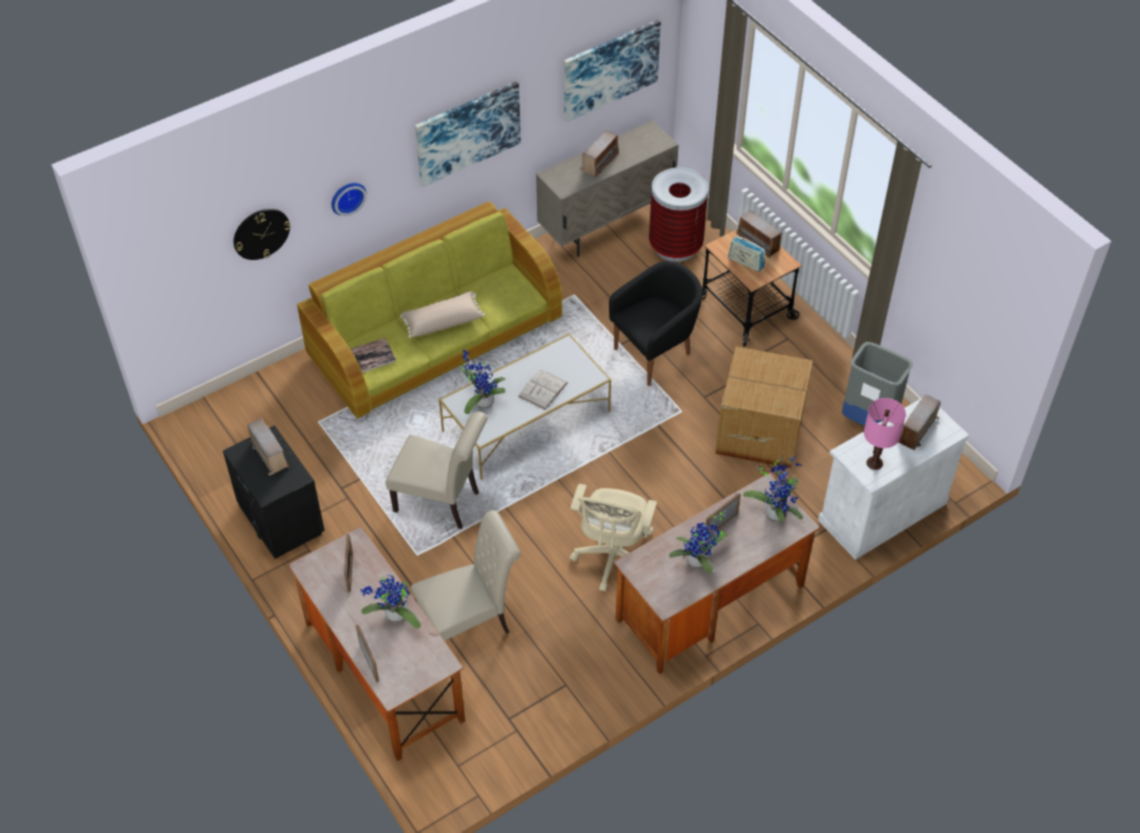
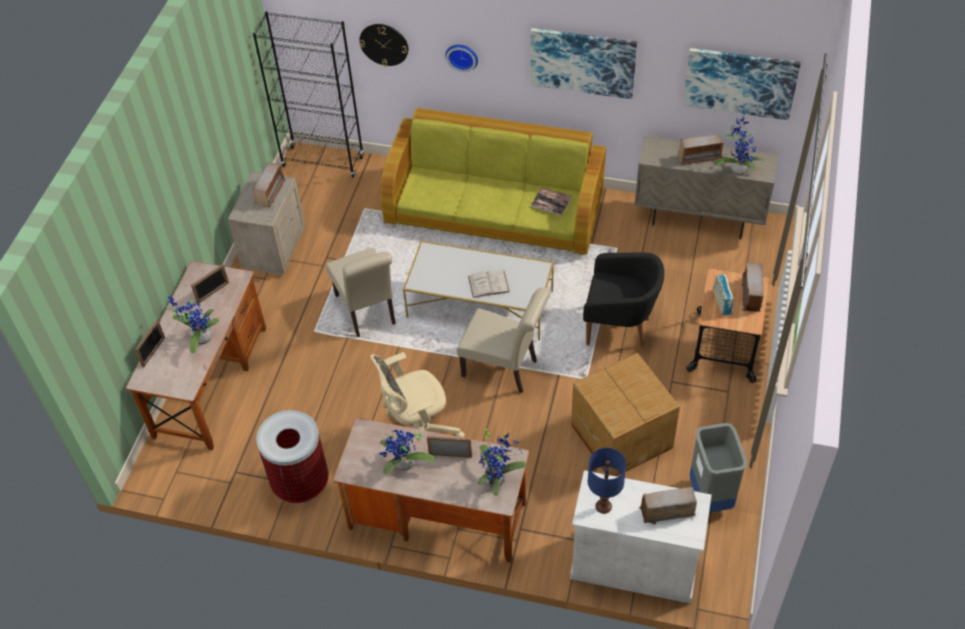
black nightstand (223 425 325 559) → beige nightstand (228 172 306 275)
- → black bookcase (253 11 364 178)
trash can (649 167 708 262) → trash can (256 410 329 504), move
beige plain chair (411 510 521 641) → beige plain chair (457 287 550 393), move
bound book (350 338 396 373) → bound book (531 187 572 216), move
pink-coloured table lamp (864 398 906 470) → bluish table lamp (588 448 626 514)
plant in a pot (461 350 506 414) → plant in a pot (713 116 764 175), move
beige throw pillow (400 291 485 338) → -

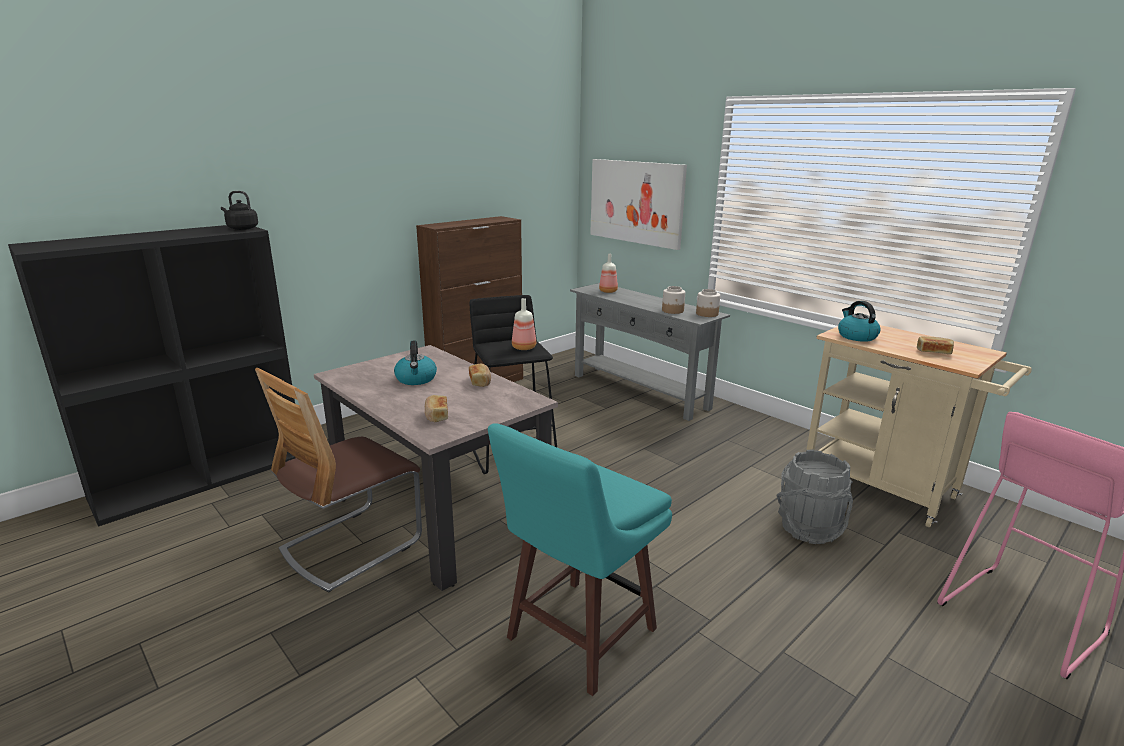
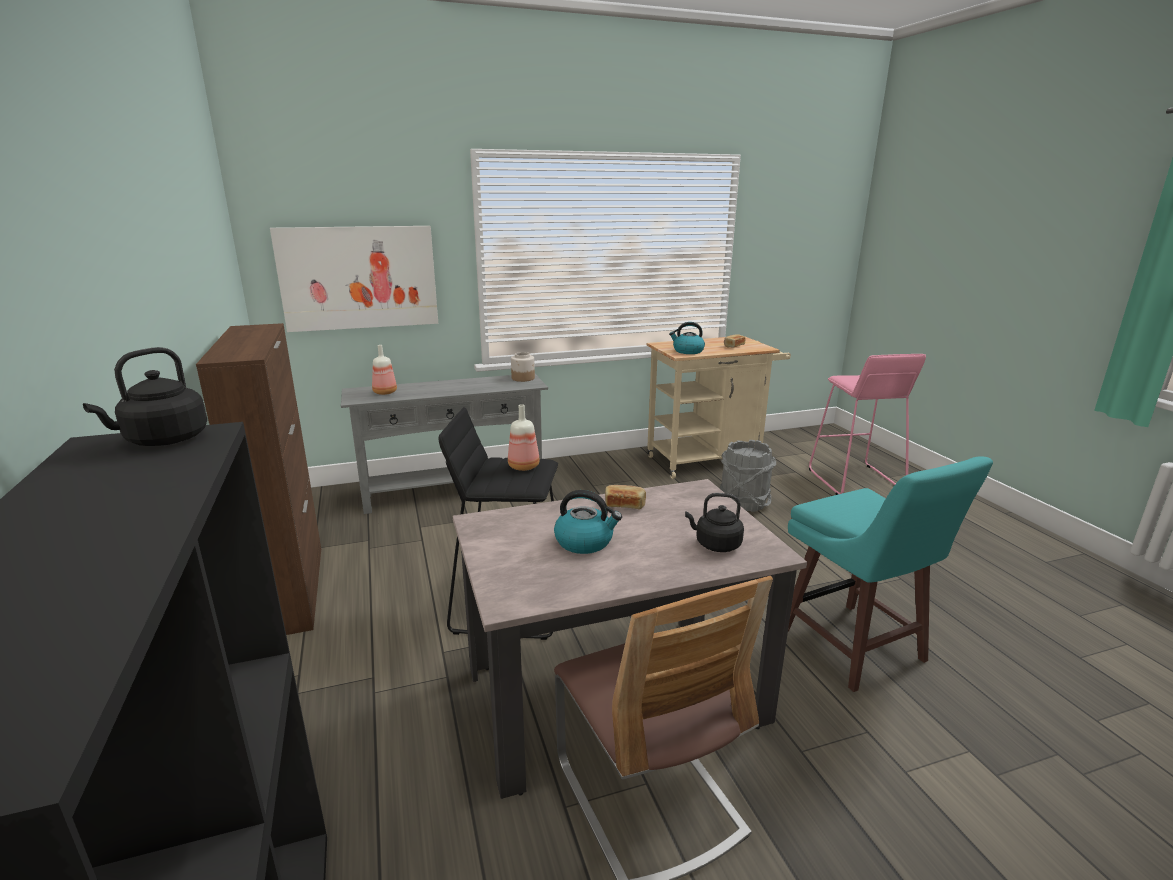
baked bread (425 395 448 422) → black water kettle (685 493 744 552)
jar (662 286 685 314) → -

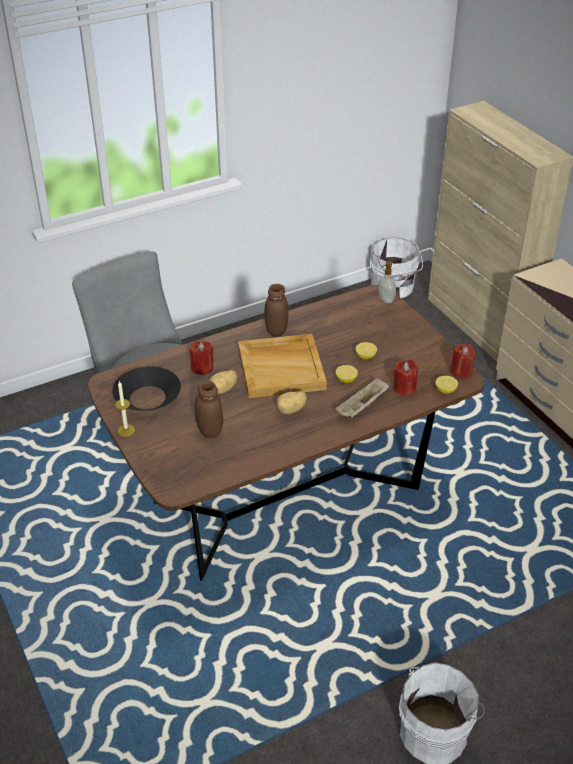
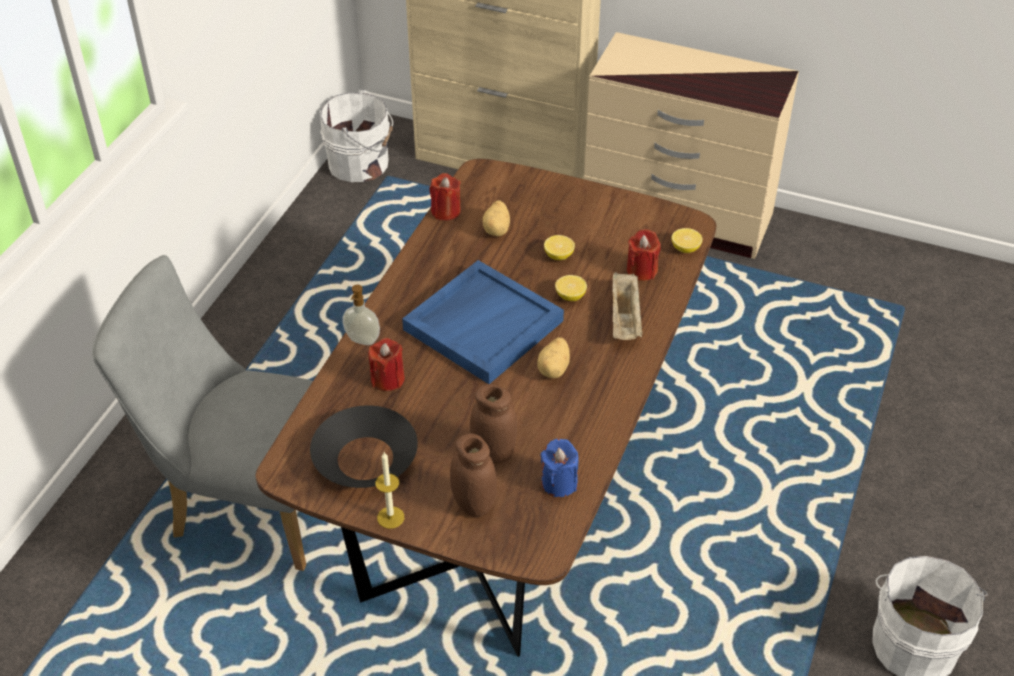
soap bottle (378 261 396 303) → soap bottle (343 285 380 345), move
beige tray (238 334 327 398) → bluish tray (402 260 564 384)
red-coloured wax candle (450 344 476 378) → red-coloured wax candle (429 173 461 221), move
brown-coloured jar (265 284 288 336) → brown-coloured jar (450 433 497 517), move
potato (209 370 237 394) → potato (483 200 510 236), move
- → bluish wax candle (541 439 578 497)

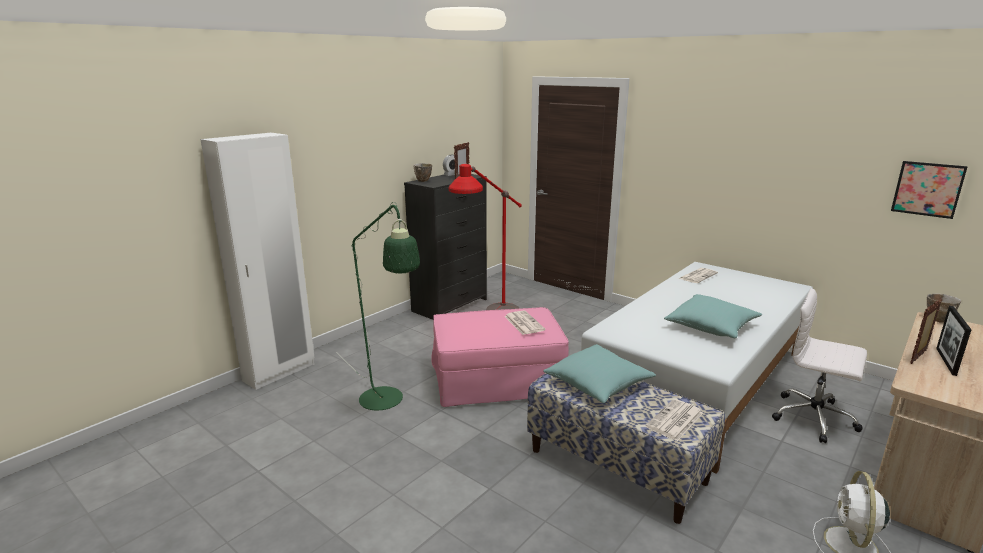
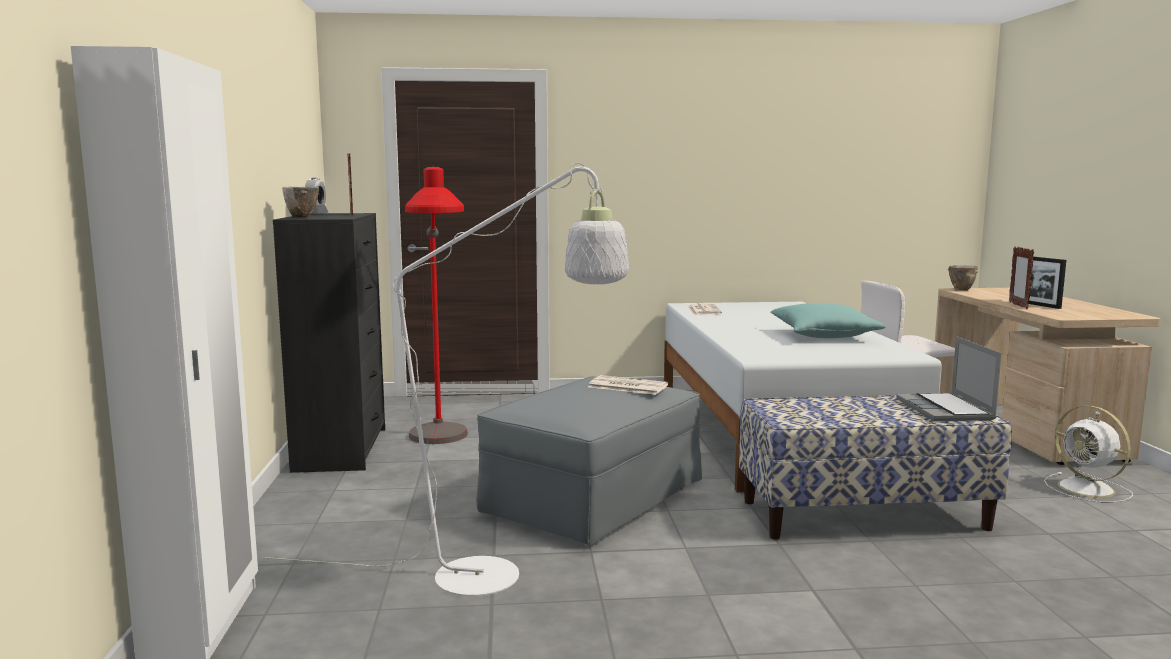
green standing lamp (336 202 420 410) → white standing lamp (264 163 629 596)
pink-coloured footrest (432 307 569 407) → greyish footrest (476 376 702 545)
printed paper (646 399 703 441) → laptop (896 336 1002 421)
turquoise-coloured throw pillow (543 344 656 403) → -
wall picture (891 161 968 219) → -

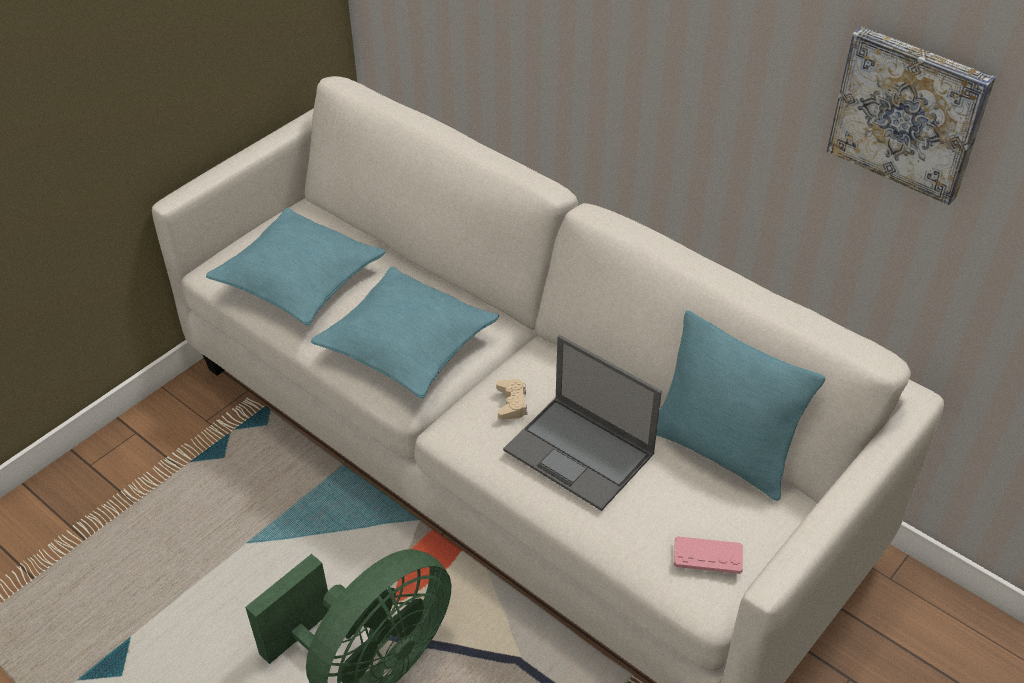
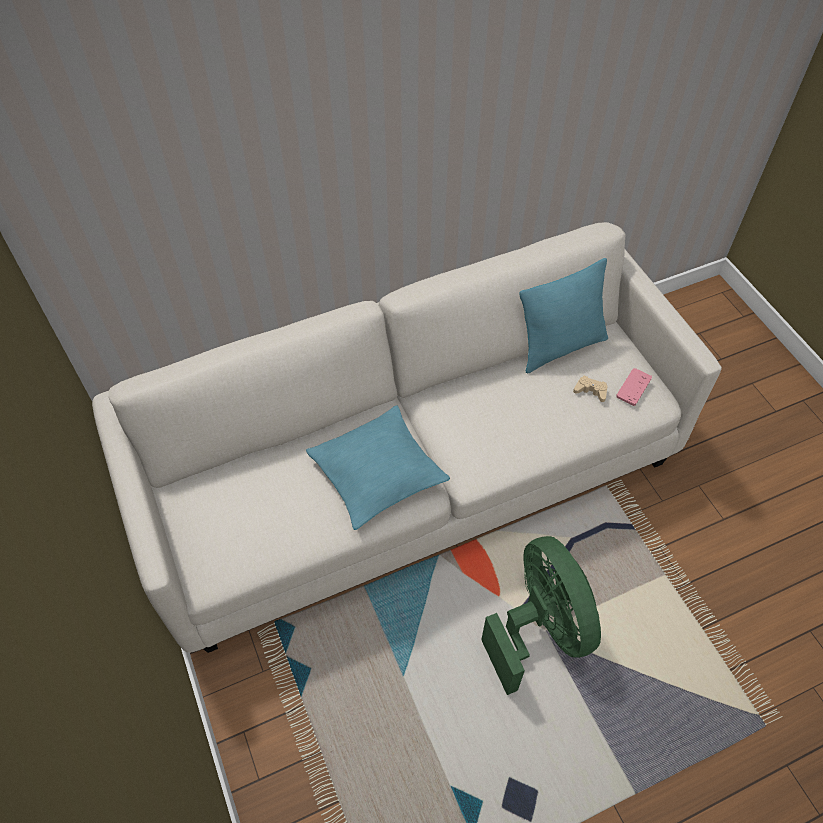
beige game controller (497 379 527 419) → beige game controller (573 376 608 402), move
turquoise-coloured throw pillow (206 208 386 326) → -
laptop (503 335 662 511) → -
wall picture (827 26 996 205) → -

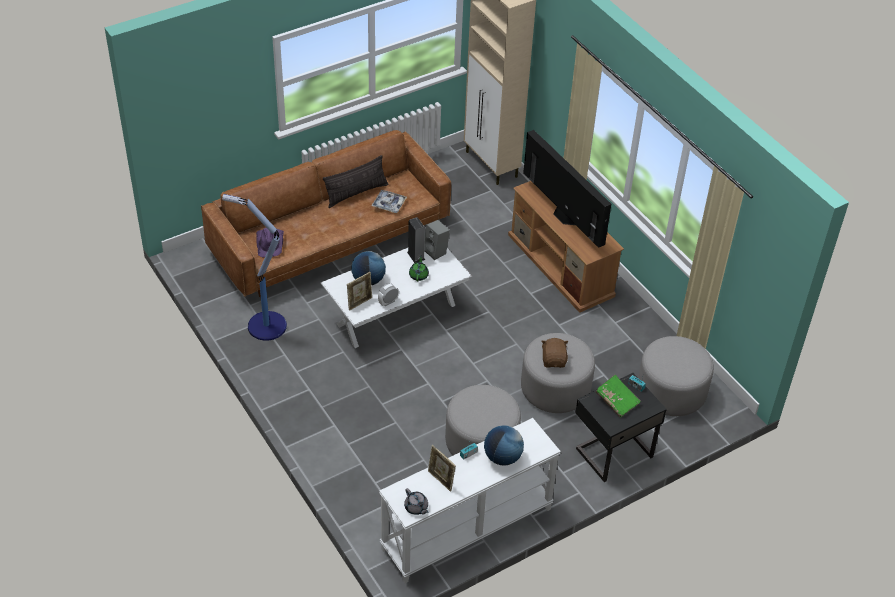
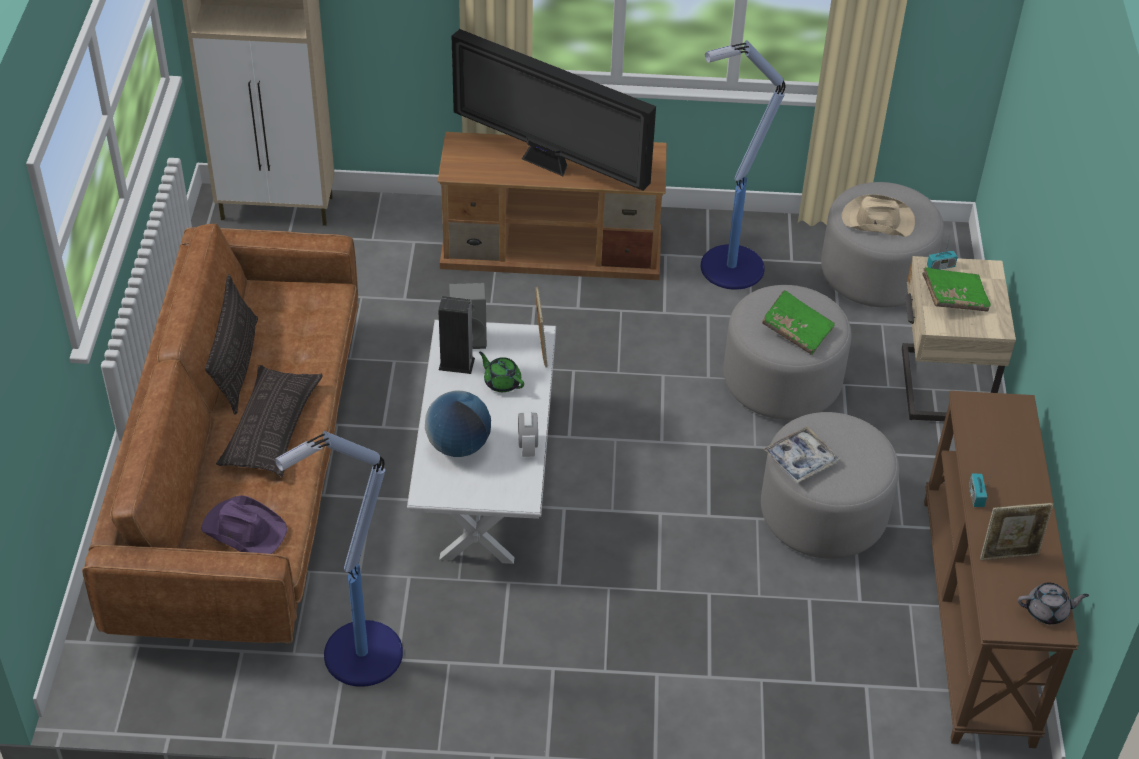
- → throw pillow (216 365 323 477)
TV (523 130 611 248) → TV (452 29 656 191), 150 degrees counterclockwise
standing frame (347 272 372 311) → standing frame (535 286 548 368), move
- → standing lamp (700 40 785 290)
brown-coloured plush toy (541 338 569 368) → green bound book (762 290 835 355)
tray (371 190 407 213) → tray (763 426 840 483), move
- → beige wearable hat (842 194 915 237)
black nightstand (576 373 667 482) → beige nightstand (902 256 1016 421)
white console table (379 418 561 583) → brown-coloured console table (924 391 1079 748)
desk globe (484 425 524 466) → -

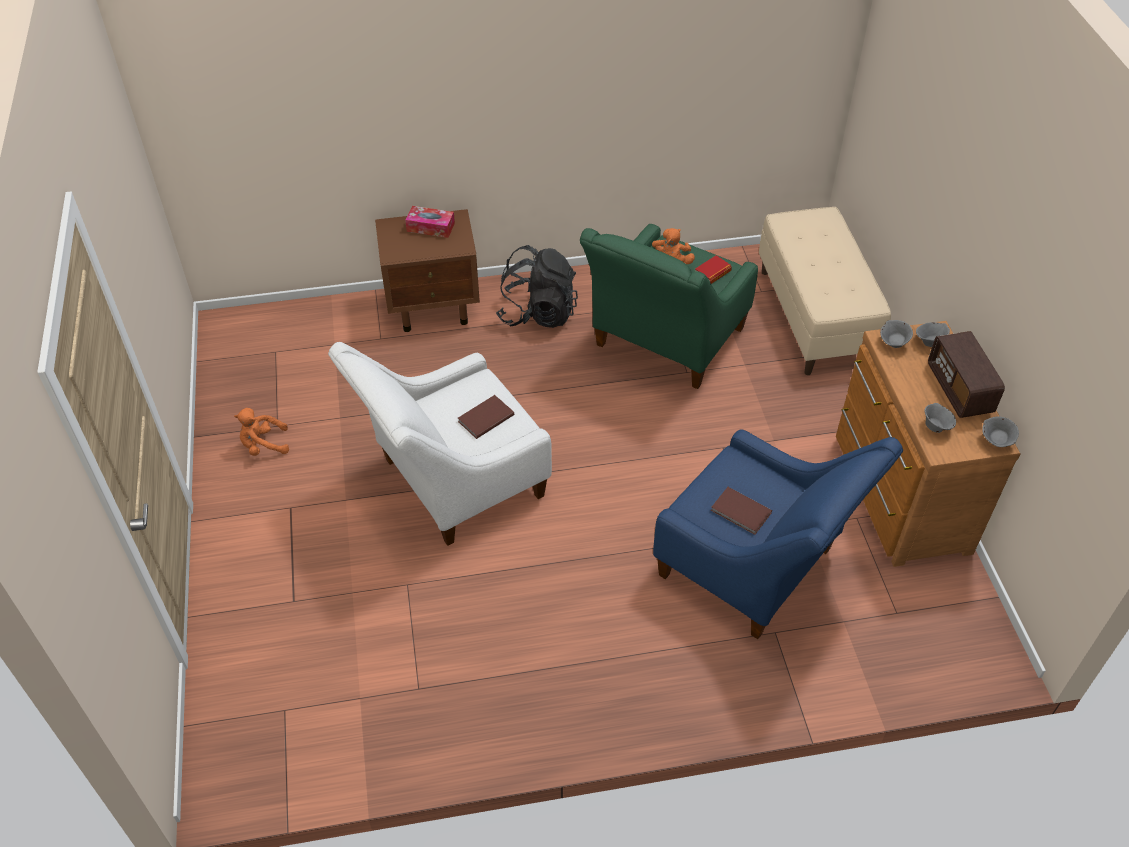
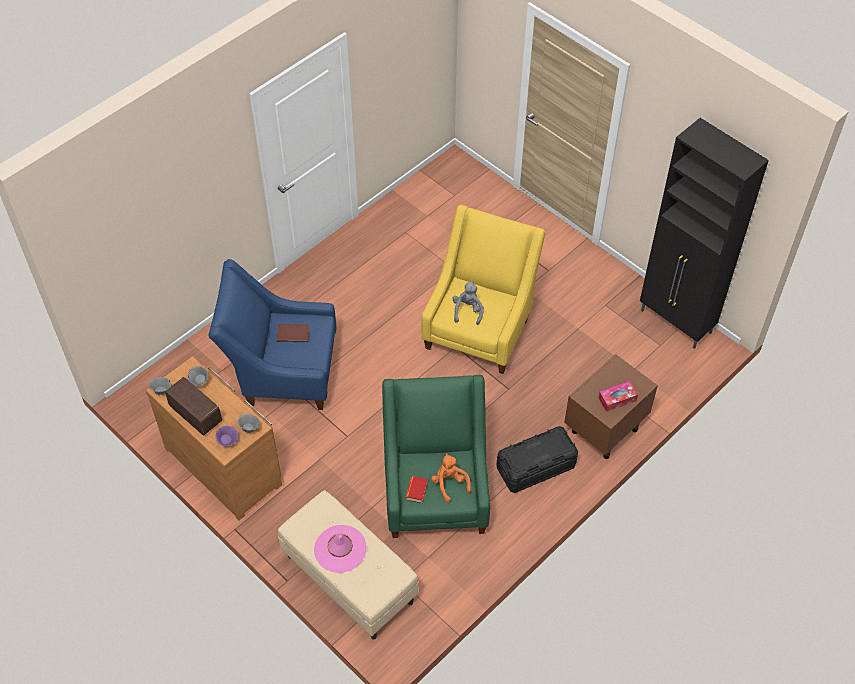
greyish serving bowl (916 322 950 347) → purplish serving bowl (216 426 239 446)
- → pink-coloured wearable hat (314 525 366 573)
white easy chair (328 342 552 546) → yellow-coloured easy chair (421 205 545 374)
brown-coloured bound book (458 395 514 439) → greyish plush toy (452 281 484 325)
black rucksack (496 245 578 328) → black storage bin (496 426 578 493)
- → black cabinet (640 118 769 349)
orange plush toy (234 408 289 456) → -

